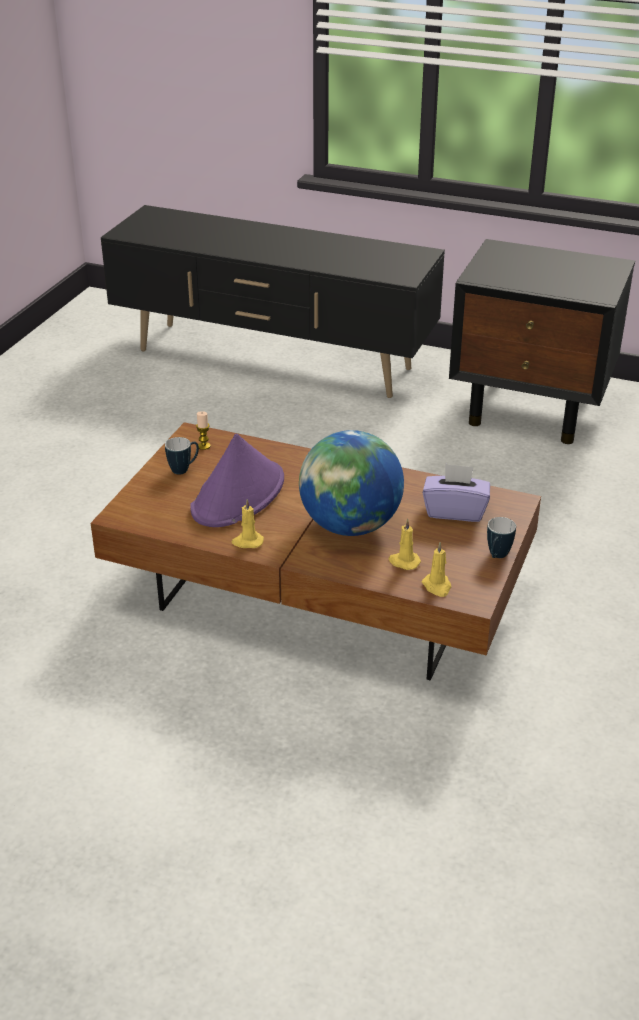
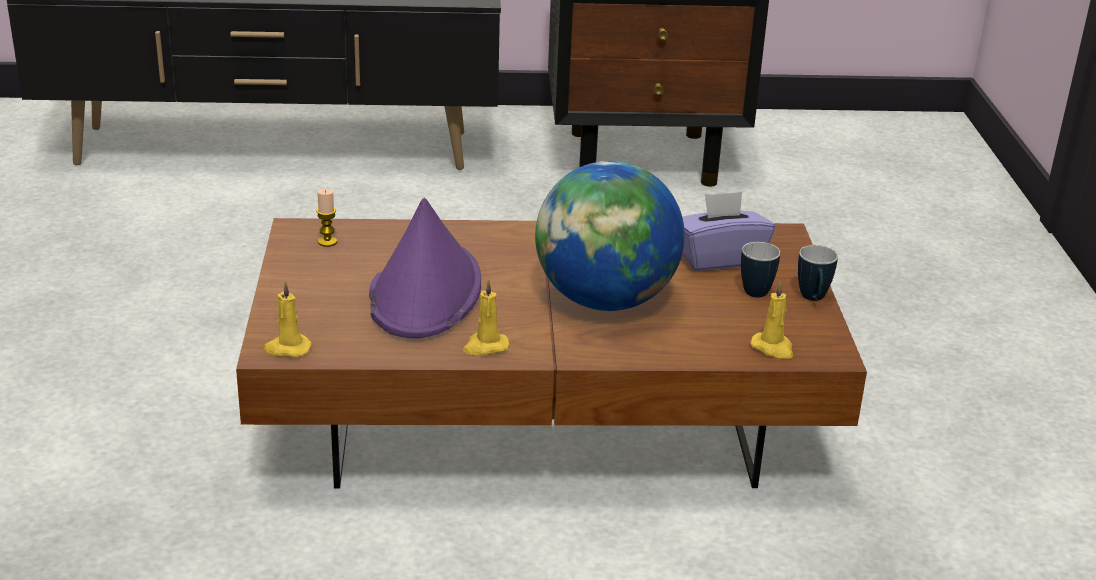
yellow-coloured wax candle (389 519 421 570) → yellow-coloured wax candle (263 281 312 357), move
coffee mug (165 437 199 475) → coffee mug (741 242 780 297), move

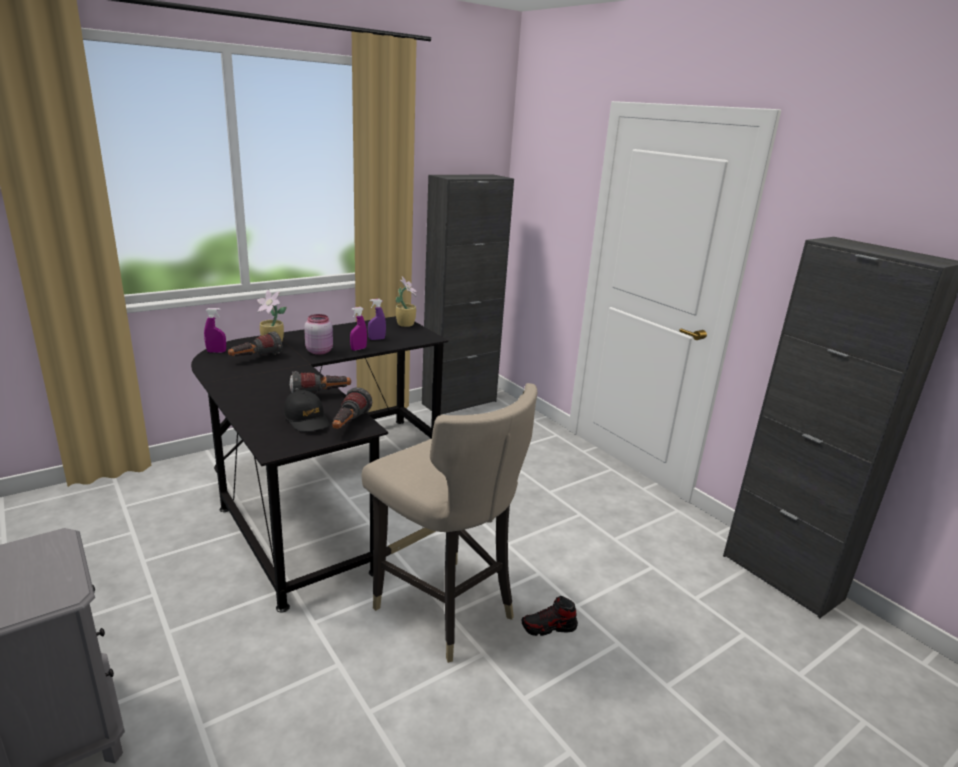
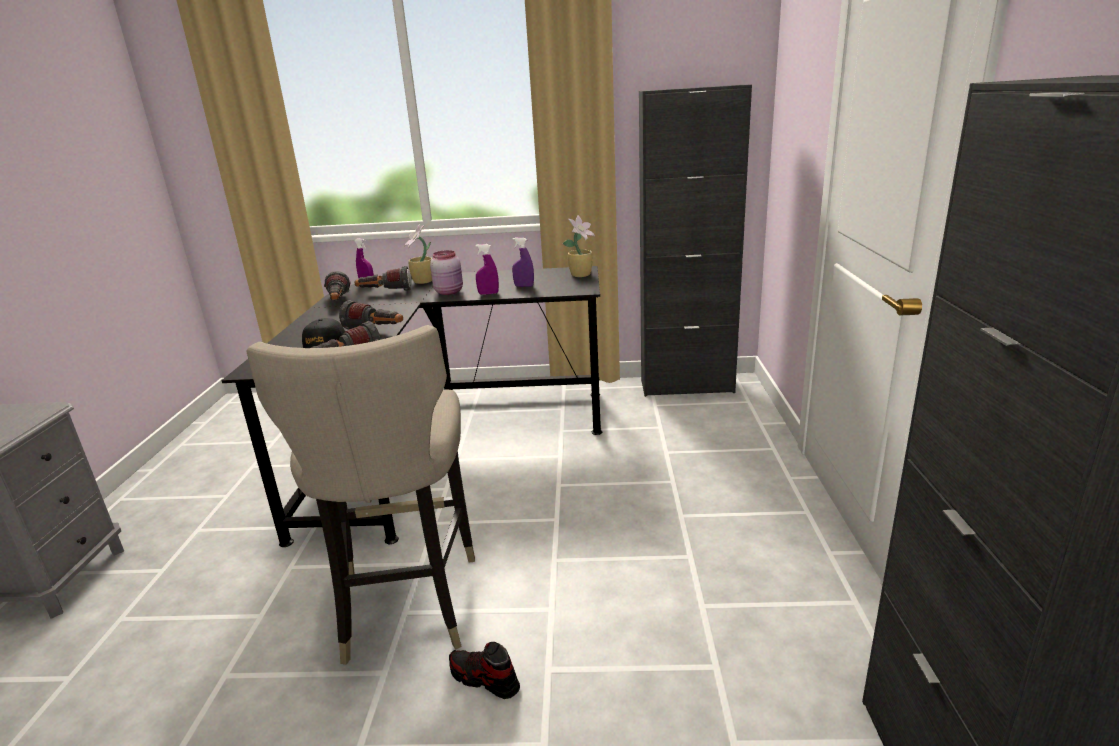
- → hand torch (324 271 351 301)

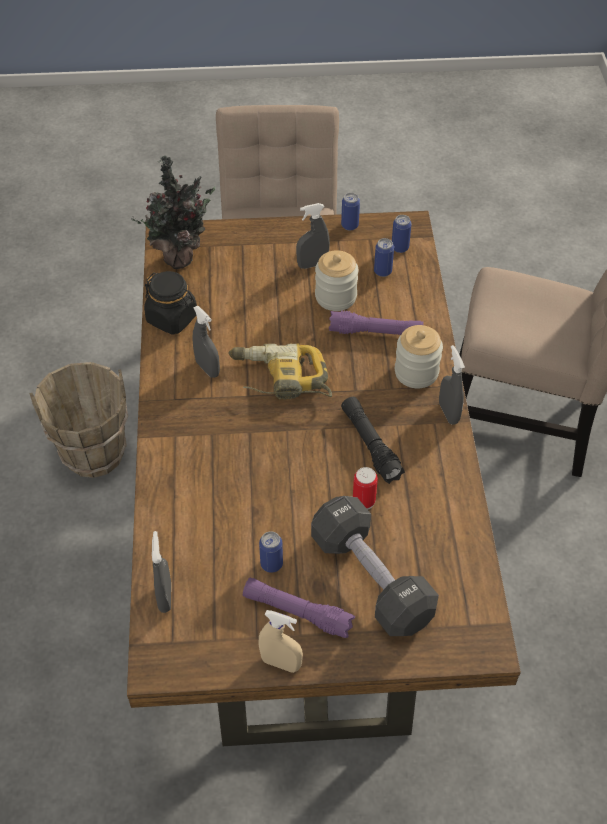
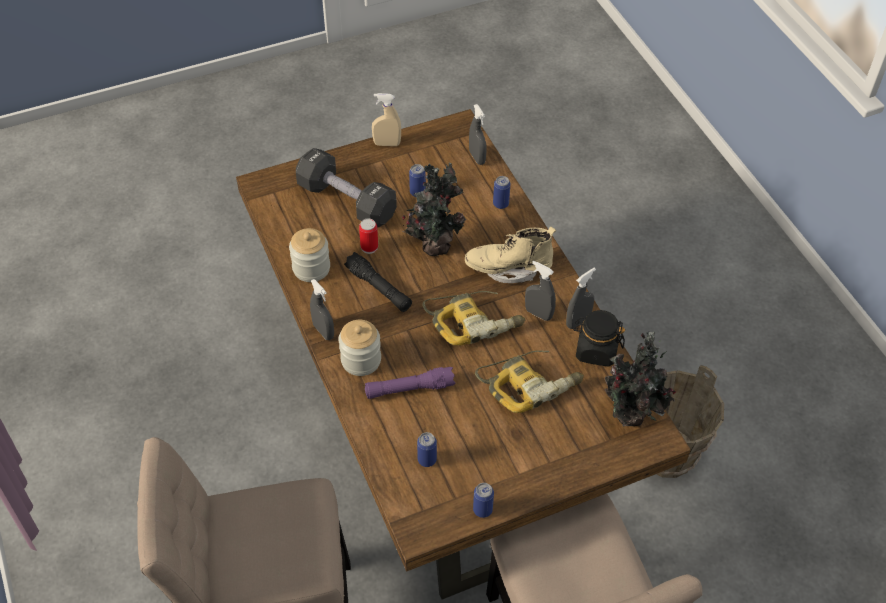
jar (315 250 359 311) → jar (289 228 330 282), move
- → plant in a pot (402 163 466 256)
- → beige boot (465 227 556 283)
- → power drill (475 350 584 413)
metal can (392 215 412 253) → metal can (493 176 510 209), move
greyish hand sprayer (296 203 330 269) → greyish hand sprayer (566 267 596 329), move
purplish hand torch (243 578 355 638) → -

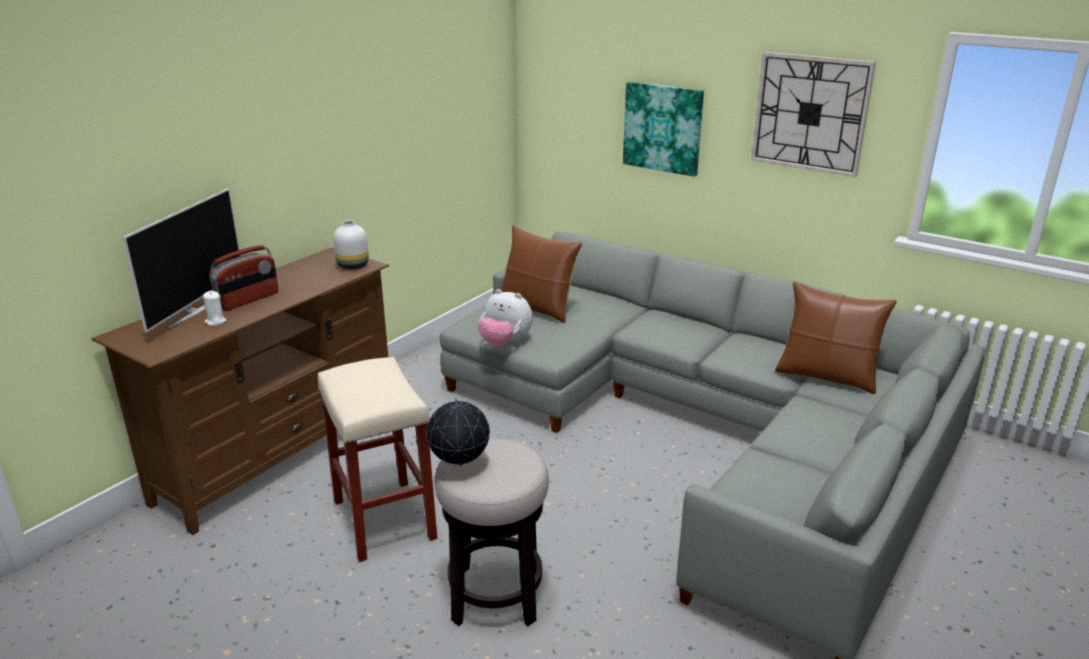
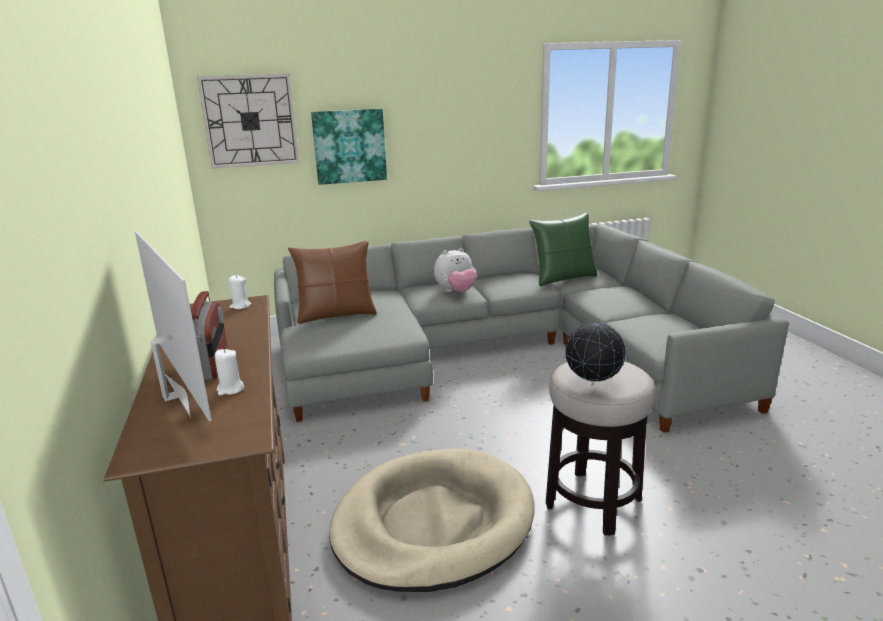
clock on the wall (751 52 876 177) → clock on the wall (197 74 300 169), move
white vase (333 220 369 270) → white wax candle (229 275 251 309)
beige stool seat (318 357 437 562) → beige dog bed (329 448 535 592)
plush toy (478 289 533 346) → plush toy (434 248 477 292), move
brown-coloured throw pillow (775 282 897 394) → green throw pillow (529 212 597 286)

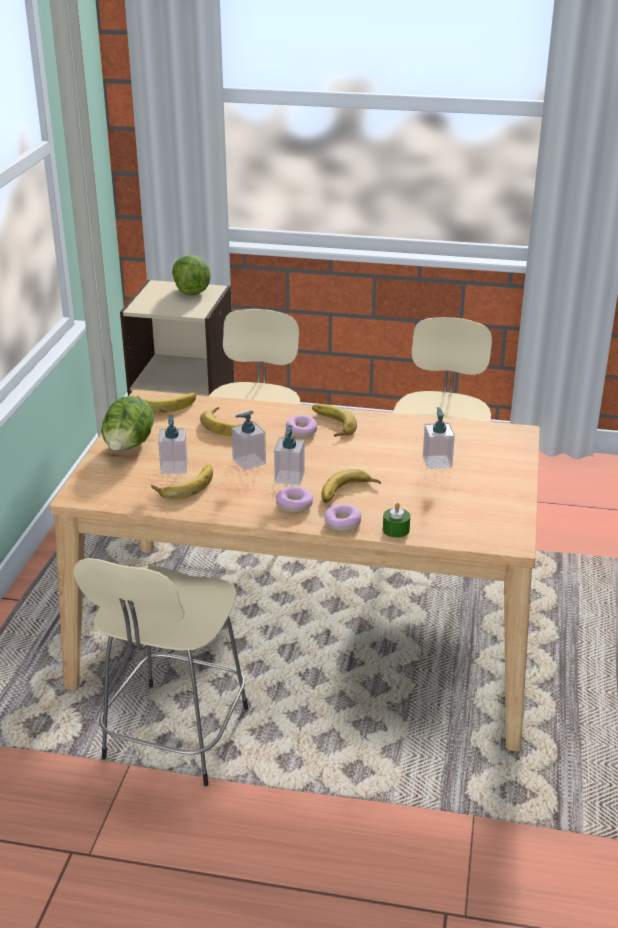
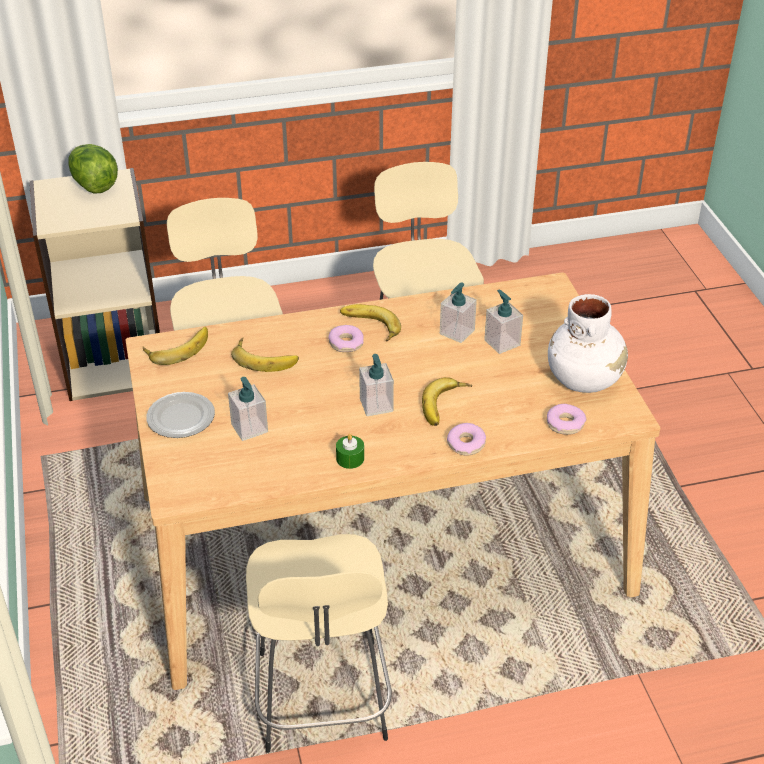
lettuce head (101 396 154 451) → flat dish (146 392 215 438)
green wax candle (383 503 410 538) → green wax candle (336 434 364 469), move
soap bottle (231 411 266 470) → soap bottle (440 283 477 343), move
donut (276 486 313 513) → donut (547 404 586 435), move
- → white vase (548 294 628 393)
banana fruit (151 464 213 500) → -

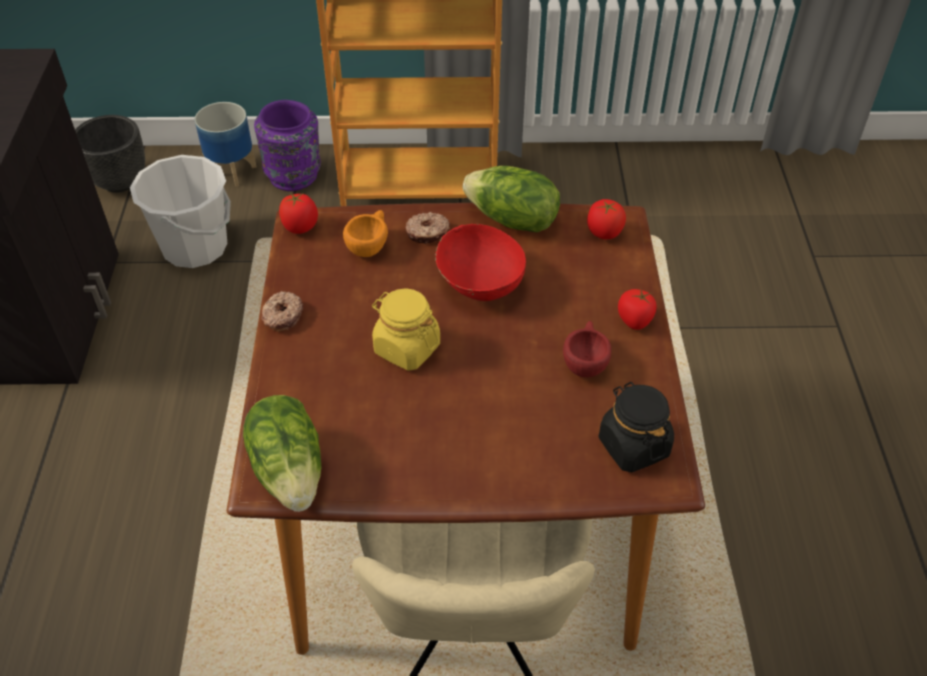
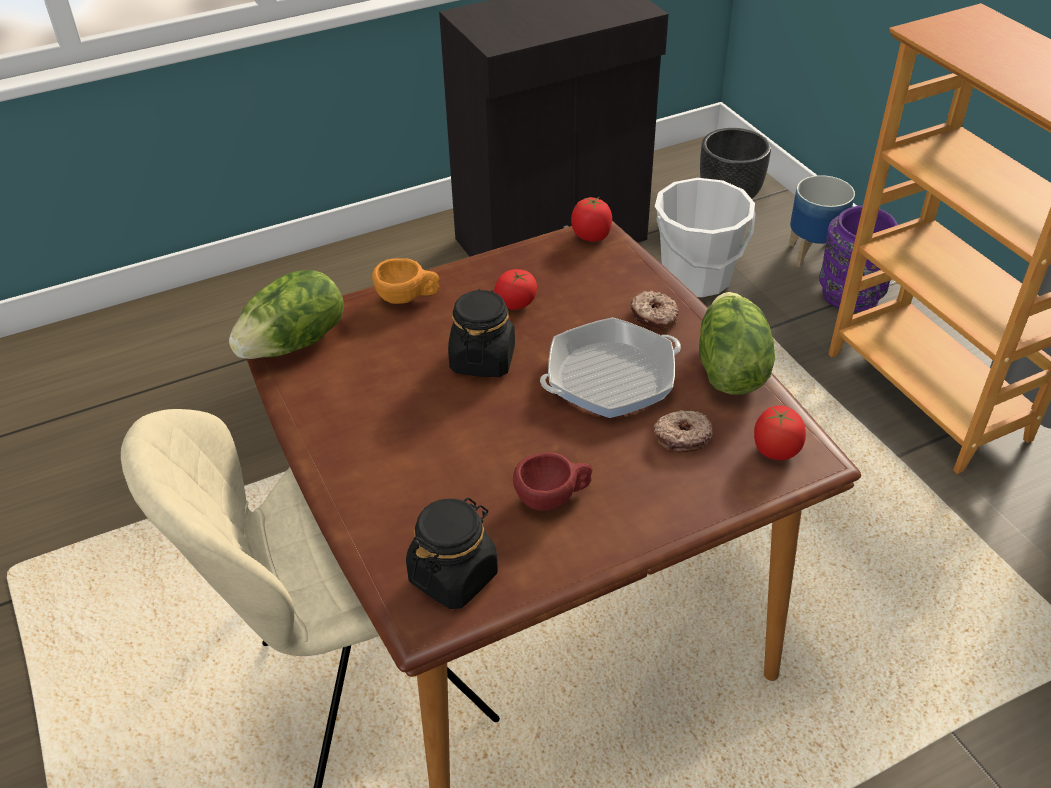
orange drinking cup (343 210 388 257) → orange drinking cup (372 258 440 304), move
yellow-coloured jar (372 289 440 371) → black jar (448 289 515 377)
tomato (618 289 656 330) → tomato (494 269 537 310), move
red-coloured serving bowl (435 224 526 301) → frying pan (540 317 681 418)
donut (261 291 303 332) → donut (654 410 713 453), move

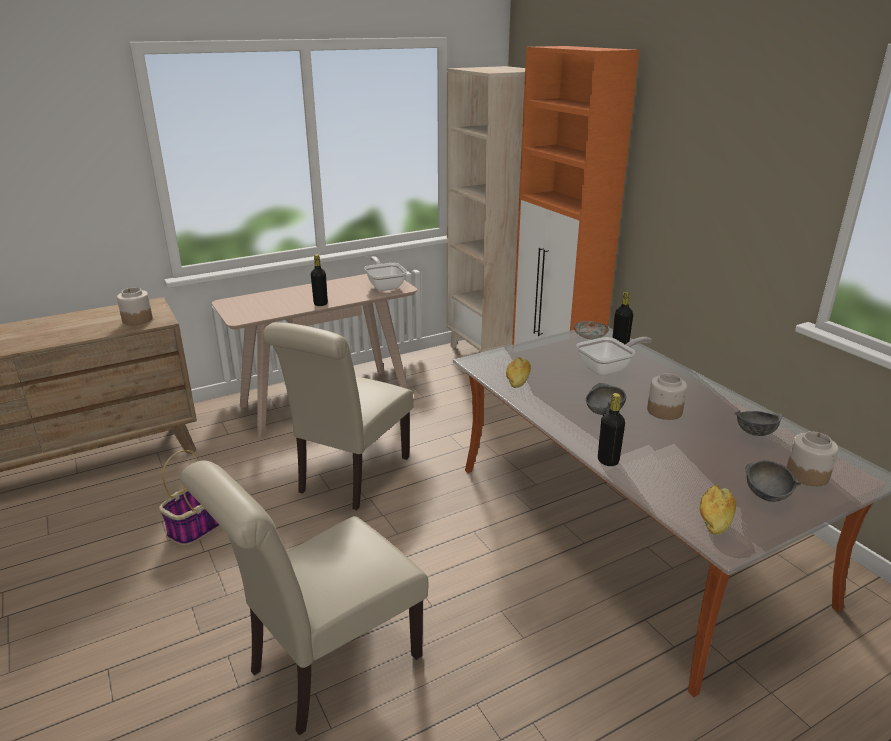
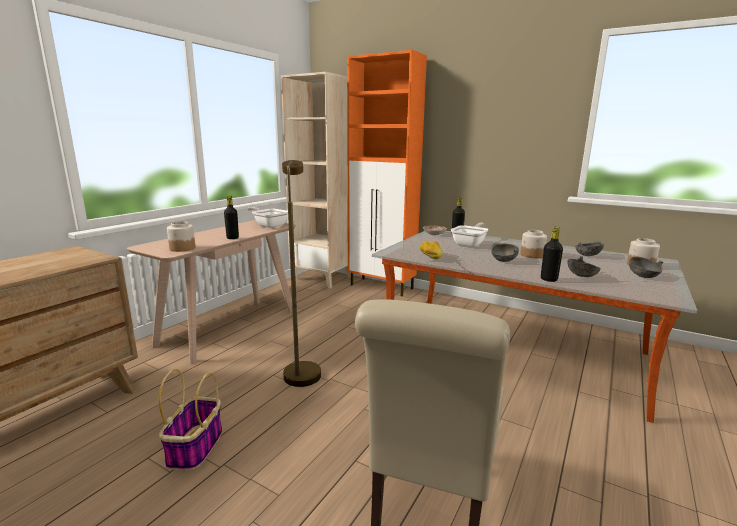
jar (117 288 153 325) → jar (167 221 195 252), move
beige plain chair (263 322 413 510) → brown-coloured standing lamp (282 160 321 387)
- → greyish serving bowl (567 256 601 277)
baked bread (700 485 736 535) → -

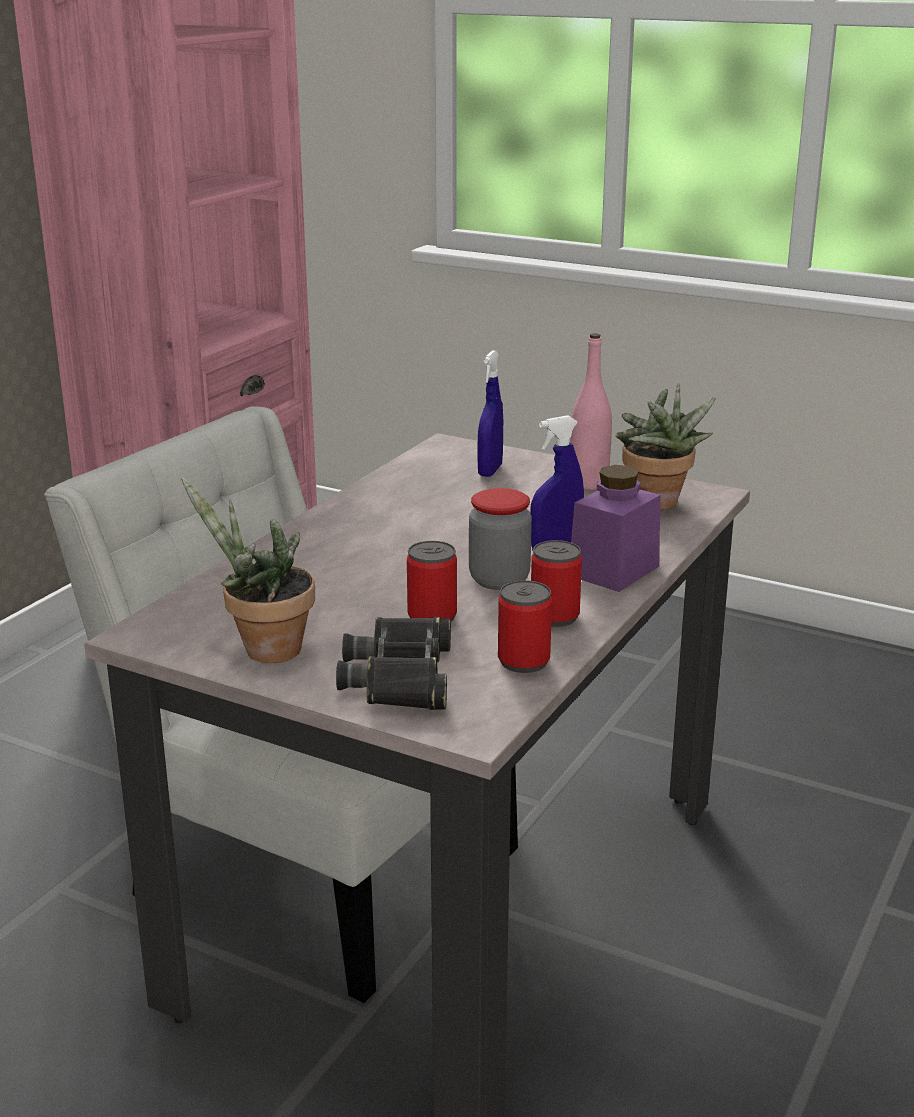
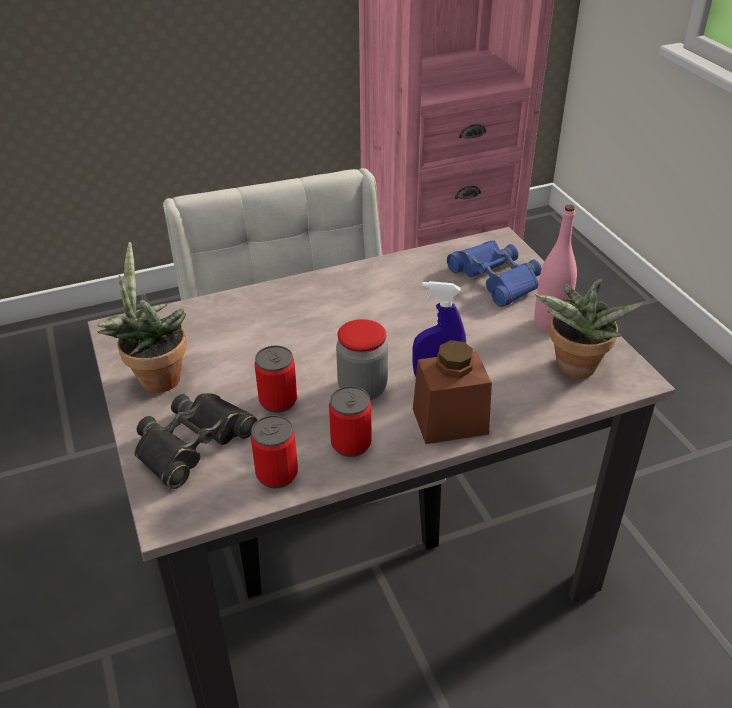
purplish jar (571 465 660 592) → brown-coloured jar (413 340 492 444)
bluish hand sprayer (477 350 503 477) → bluish binoculars (447 240 541 307)

